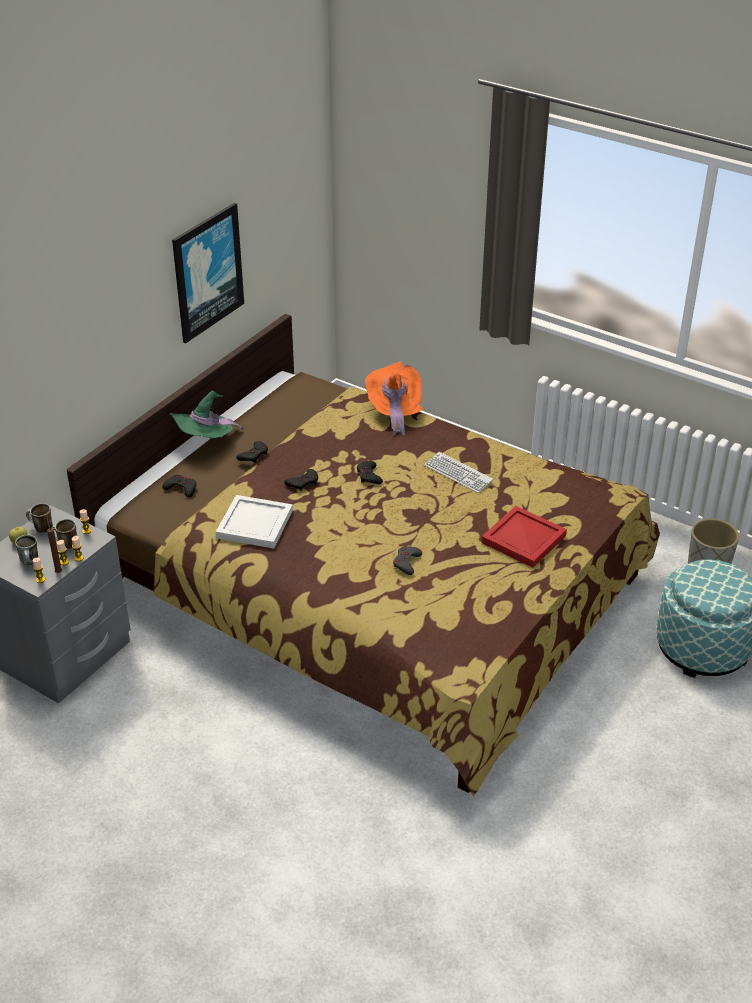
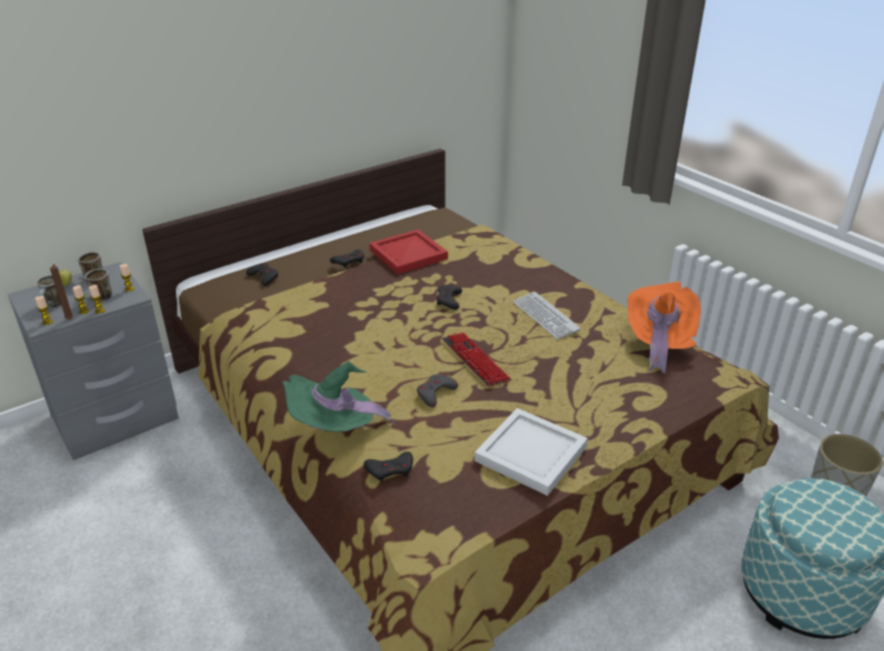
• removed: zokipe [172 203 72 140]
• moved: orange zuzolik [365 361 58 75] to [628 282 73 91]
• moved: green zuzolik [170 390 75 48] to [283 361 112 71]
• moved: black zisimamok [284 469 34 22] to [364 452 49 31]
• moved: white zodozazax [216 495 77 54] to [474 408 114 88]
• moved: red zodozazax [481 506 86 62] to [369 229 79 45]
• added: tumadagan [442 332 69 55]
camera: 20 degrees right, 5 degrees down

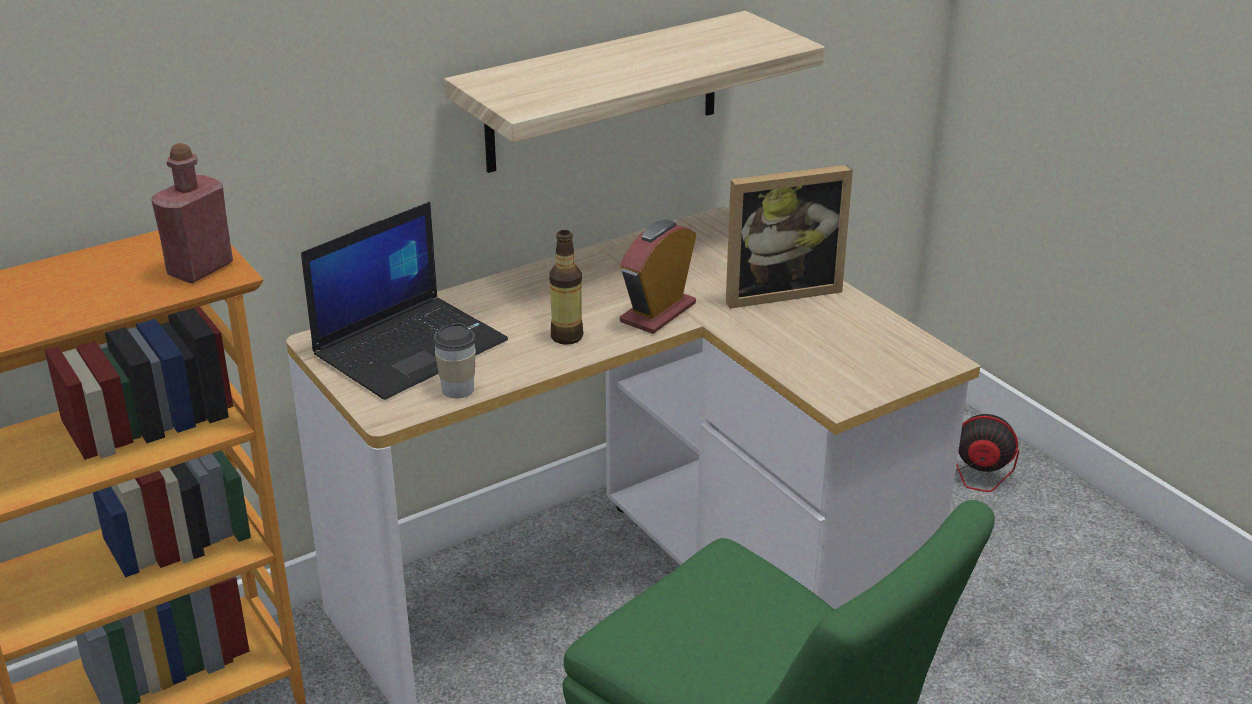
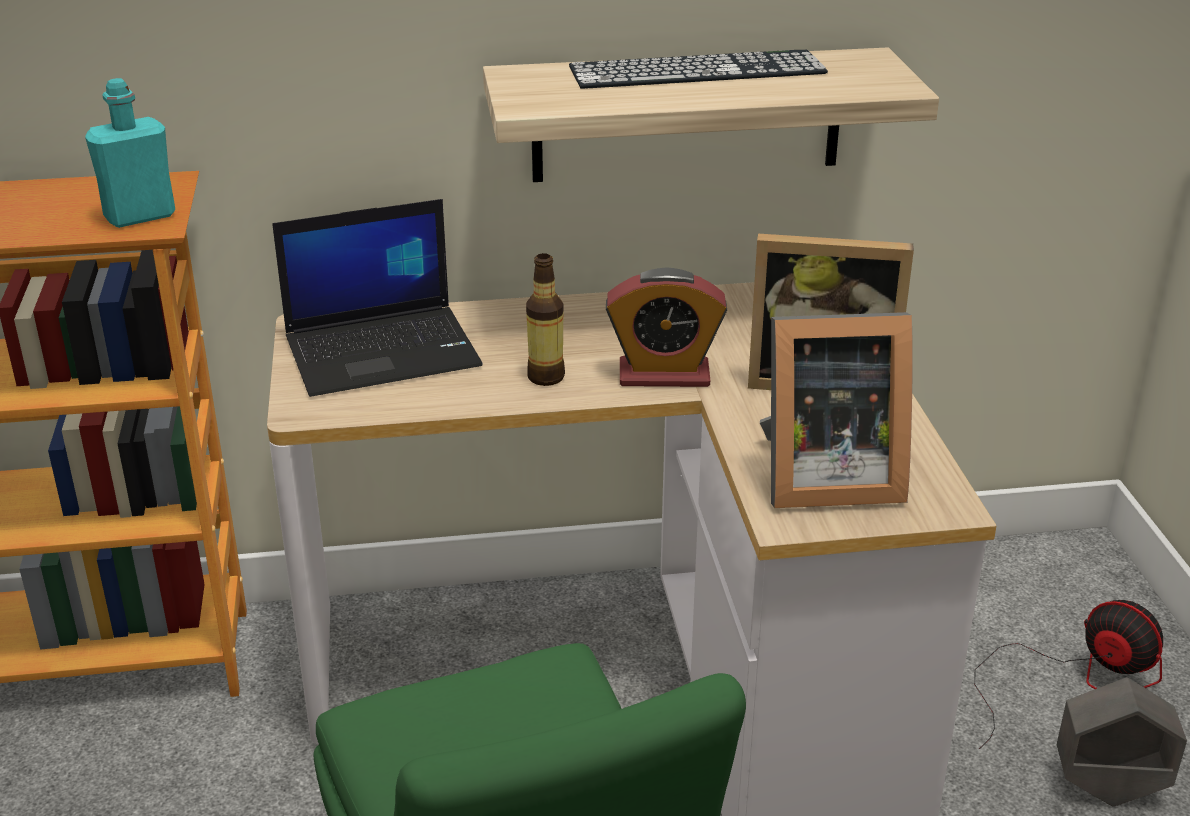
• recoloured: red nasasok [151 143 82 140] to turquoise nasasok [85 78 90 150]
• turned: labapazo [620 220 76 114] = [606 267 121 120] 150 degrees counterclockwise
• removed: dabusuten [433 323 43 75]
• added: tumadagan [569 50 259 39]
• added: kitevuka [760 312 153 196]
• added: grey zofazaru [1057 677 130 130]
camera: 25 degrees right, 0 degrees up

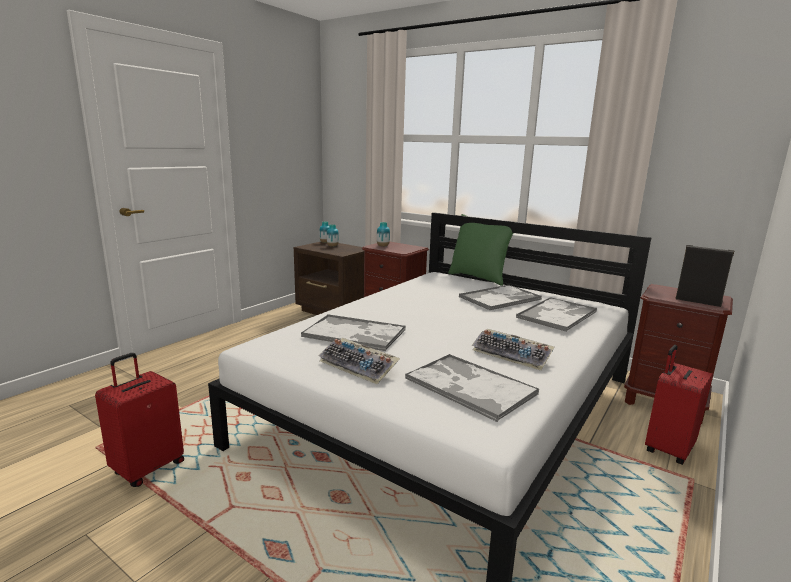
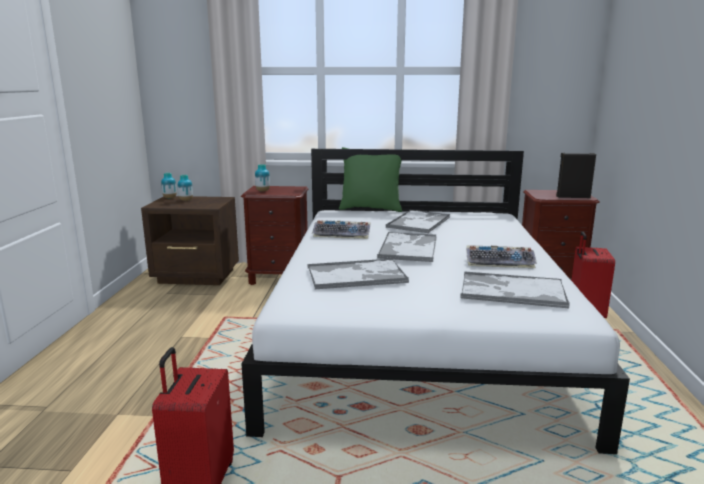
• moved: zodozazax [516 297 81 35] to [377 232 60 30]
• moved: tumadagan [318 338 82 46] to [312 220 59 19]
camera: 30 degrees left, 0 degrees up

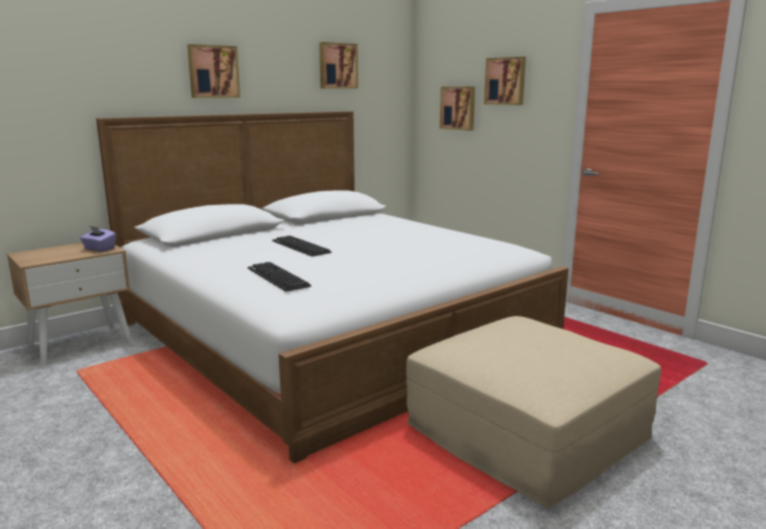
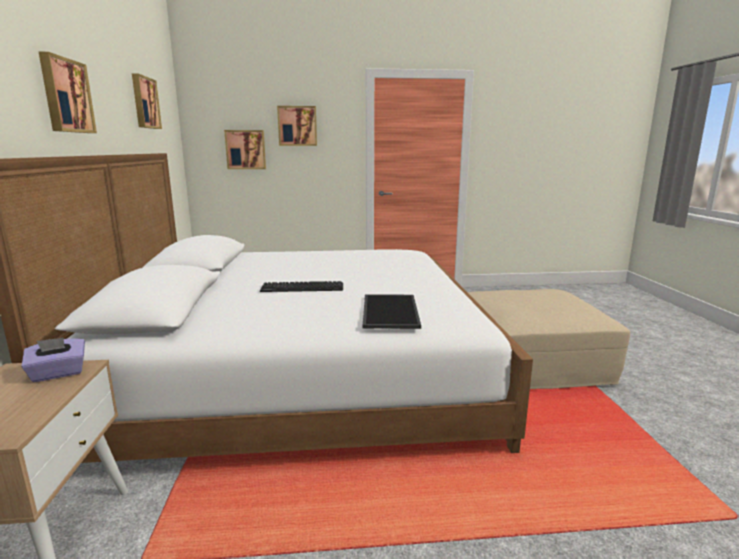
• replaced: tumadagan [248 262 63 30] to zodozazax [363 295 58 34]
camera: 55 degrees left, 0 degrees up

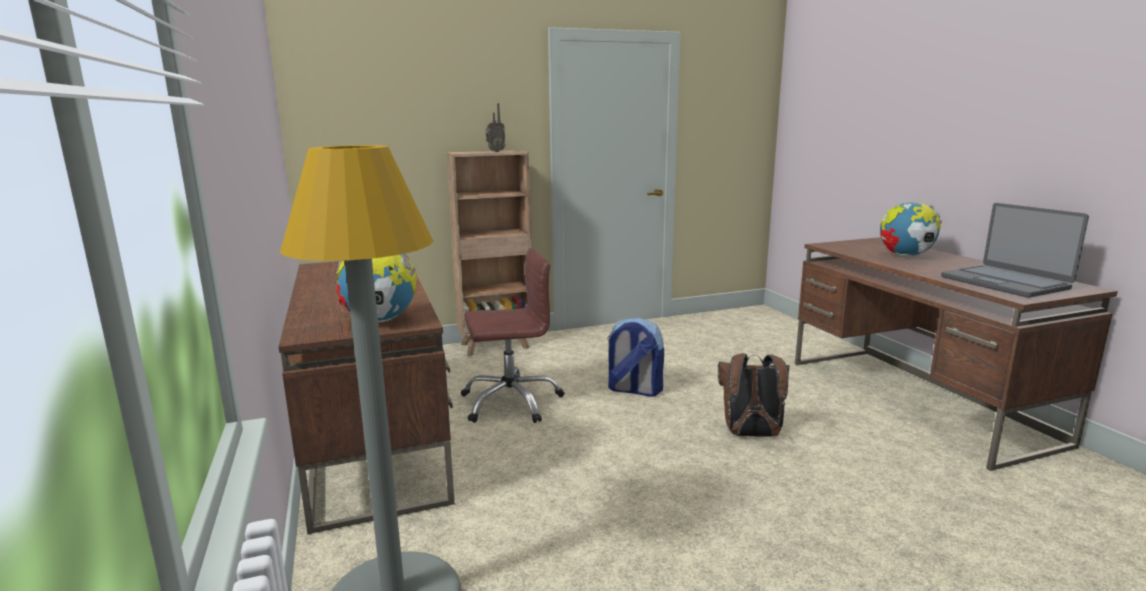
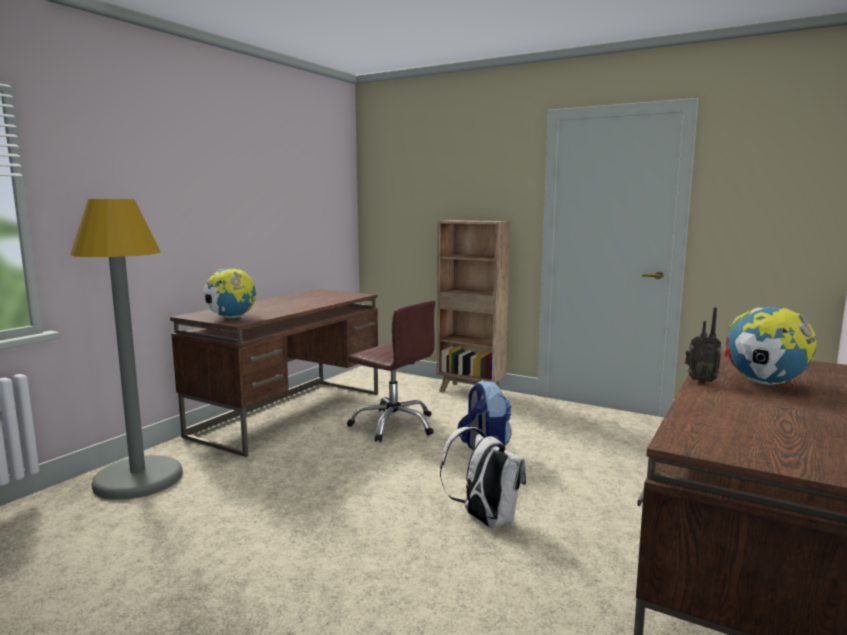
• moved: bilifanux [486 103 20 49] to [685 307 37 77]
• removed: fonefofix [941 203 148 95]
• recoloured: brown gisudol [718 353 72 84] to white gisudol [440 427 86 101]
camera: 50 degrees right, 5 degrees down

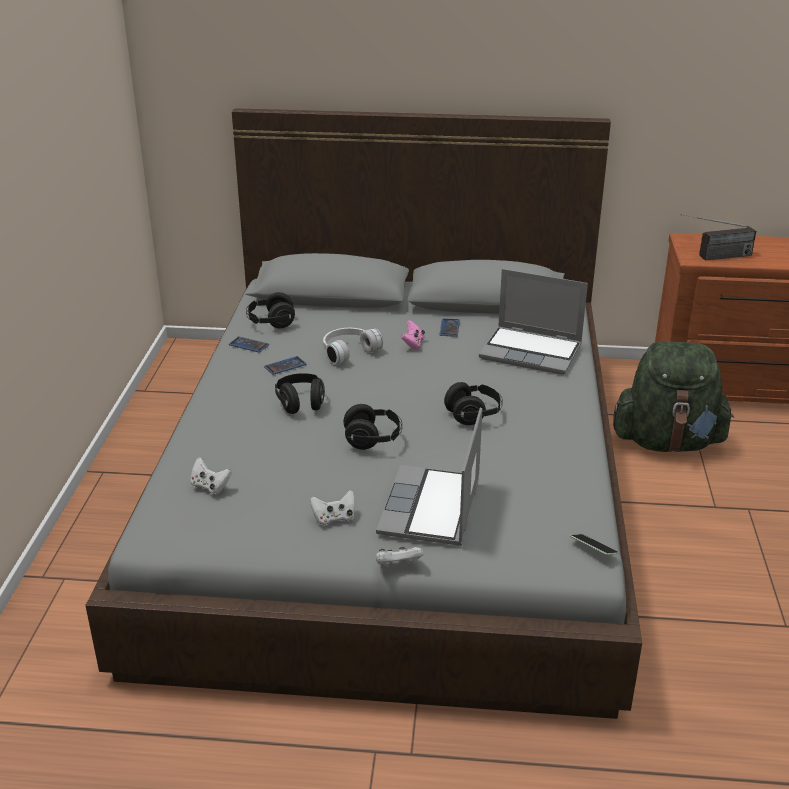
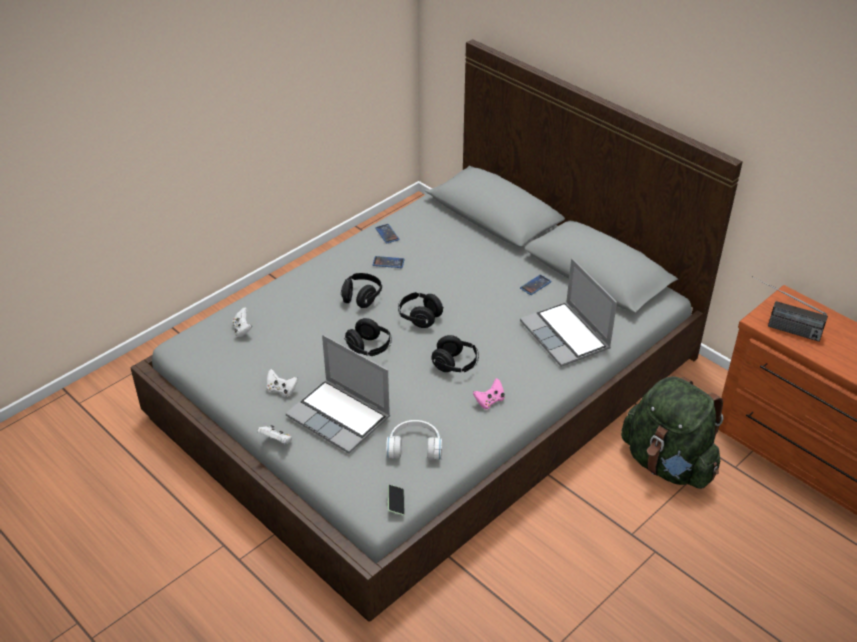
• moved: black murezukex [246 292 49 36] to [398 292 46 36]
• moved: pink zisimamok [401 320 24 30] to [473 378 32 31]
• moved: white murezukex [323 328 60 37] to [386 420 56 40]
• turned: fonefofix [376 408 106 138] = [286 334 104 119] 105 degrees counterclockwise
camera: 40 degrees right, 10 degrees up

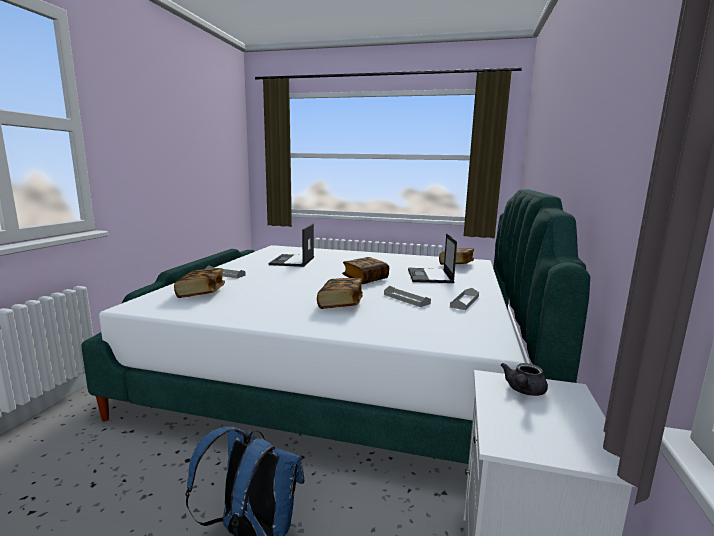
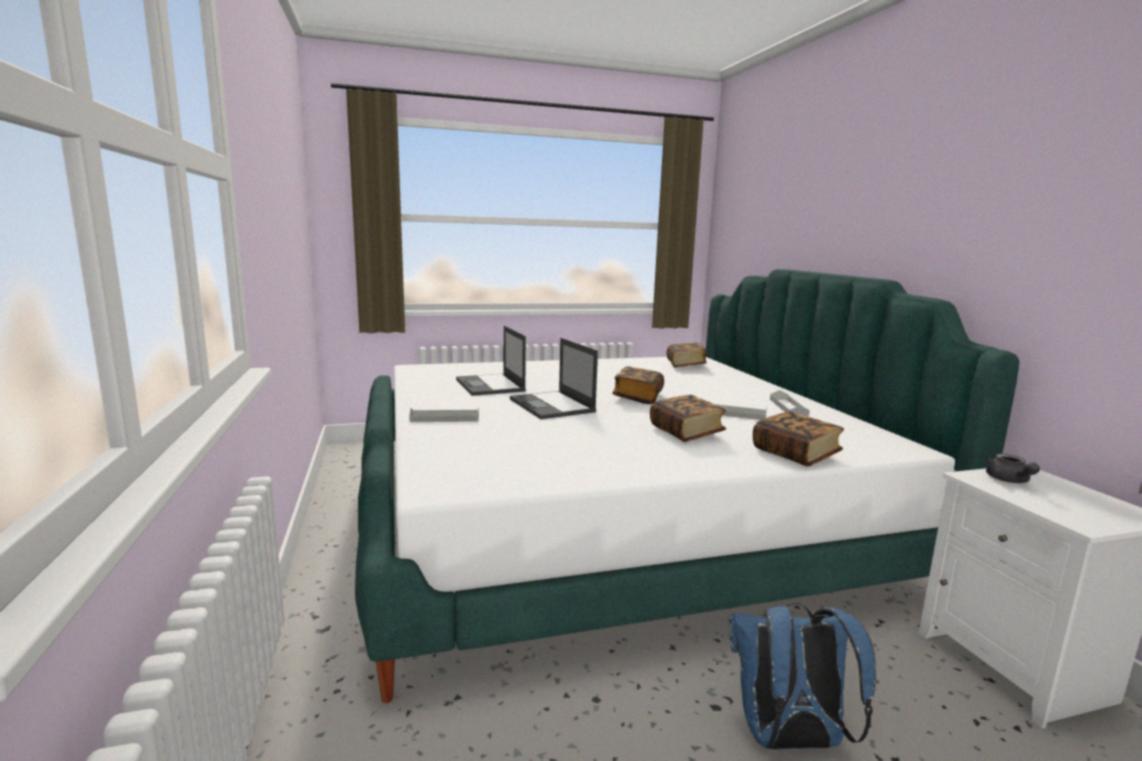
• moved: fonefofix [408 233 49 50] to [510 338 88 81]
• moved: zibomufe [174 268 51 30] to [753 411 91 55]
camera: 30 degrees left, 0 degrees up

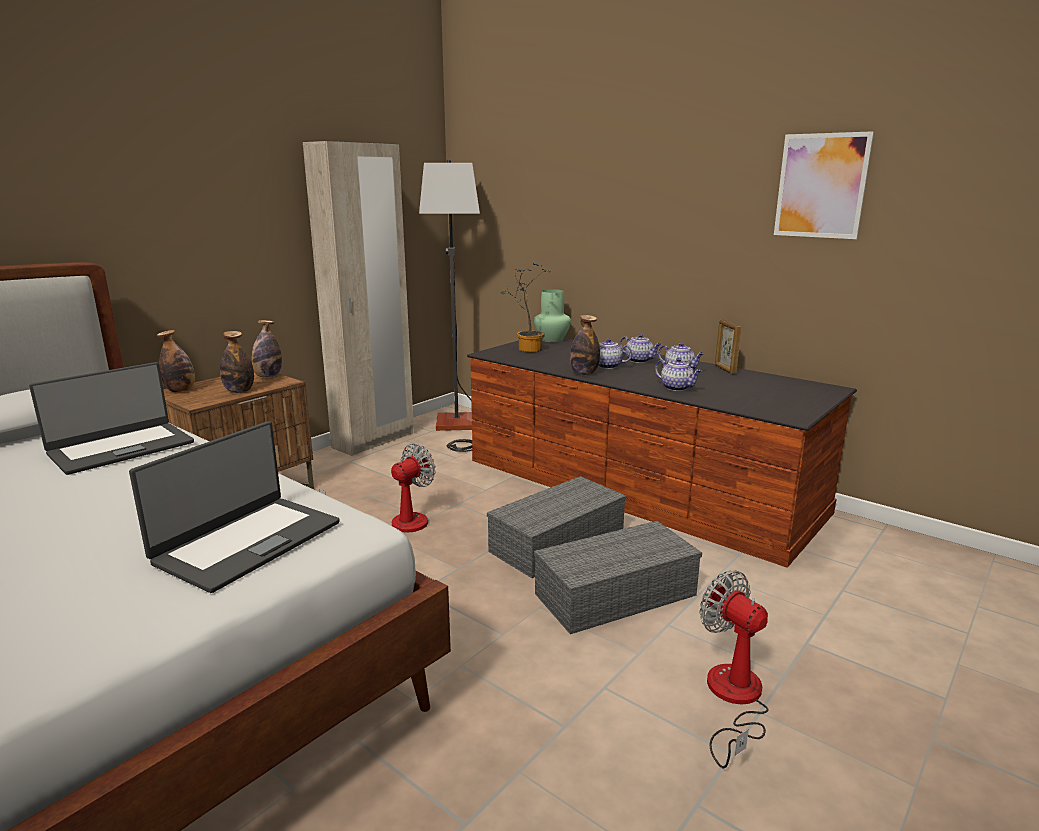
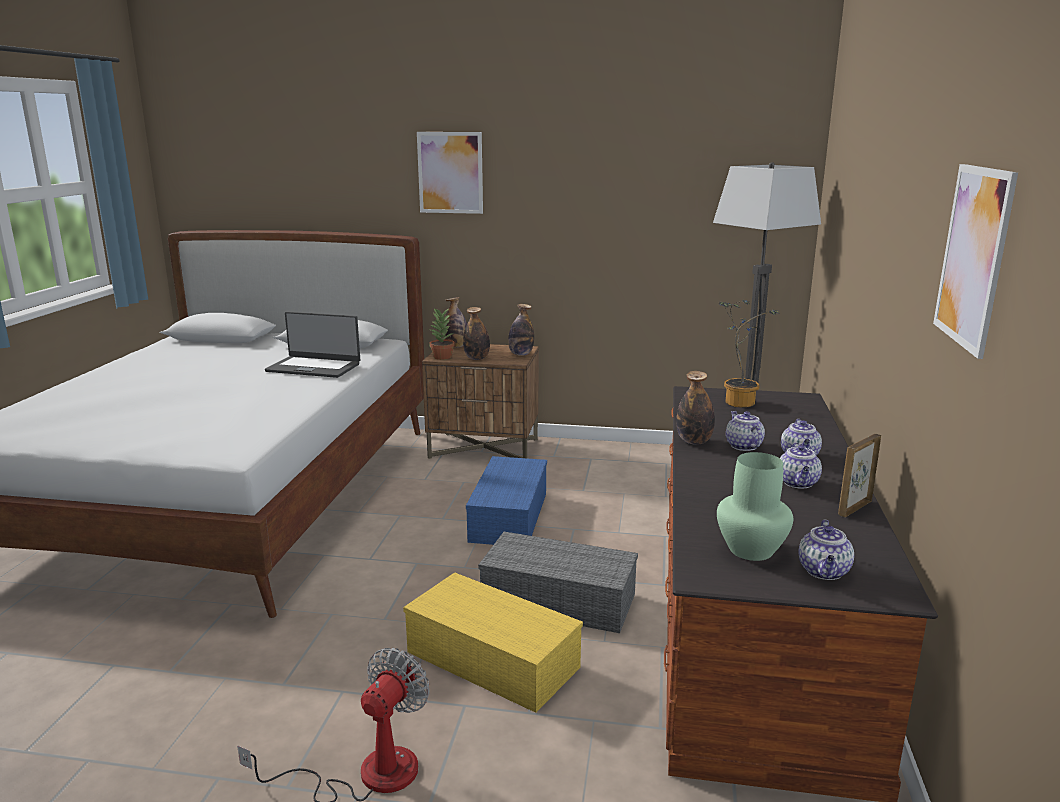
• removed: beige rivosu [303 141 111 315]
• moved: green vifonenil [534 289 37 53] to [717 452 76 109]
• moved: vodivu [655 358 47 33] to [798 520 56 60]
• removed: fonefofix [129 421 210 172]
• replaced: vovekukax [319 443 117 90] to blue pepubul [466 456 81 89]
• recoloured: grey pepubul [534 521 168 113] to yellow pepubul [403 572 180 141]
• added: zokipe [417 132 66 82]
• added: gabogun [430 308 25 52]
camera: 60 degrees right, 0 degrees up

